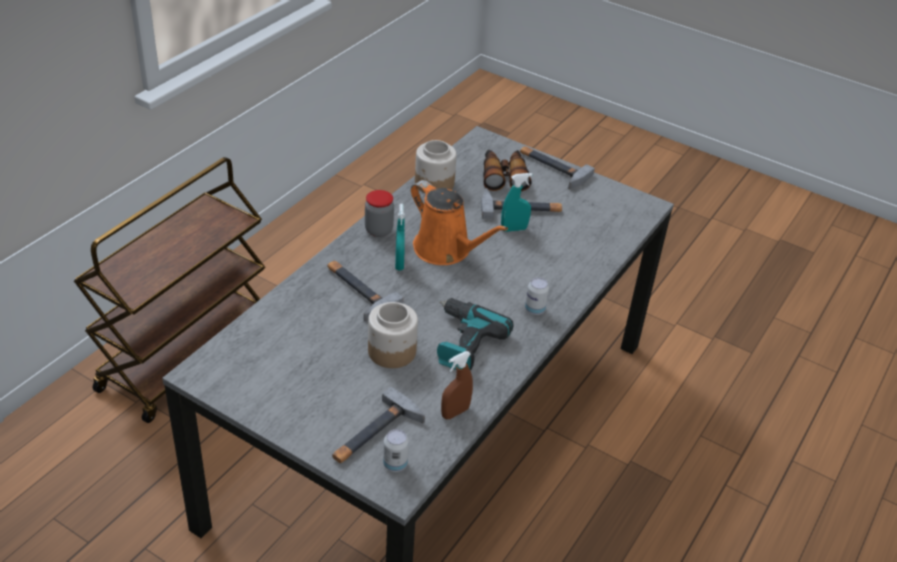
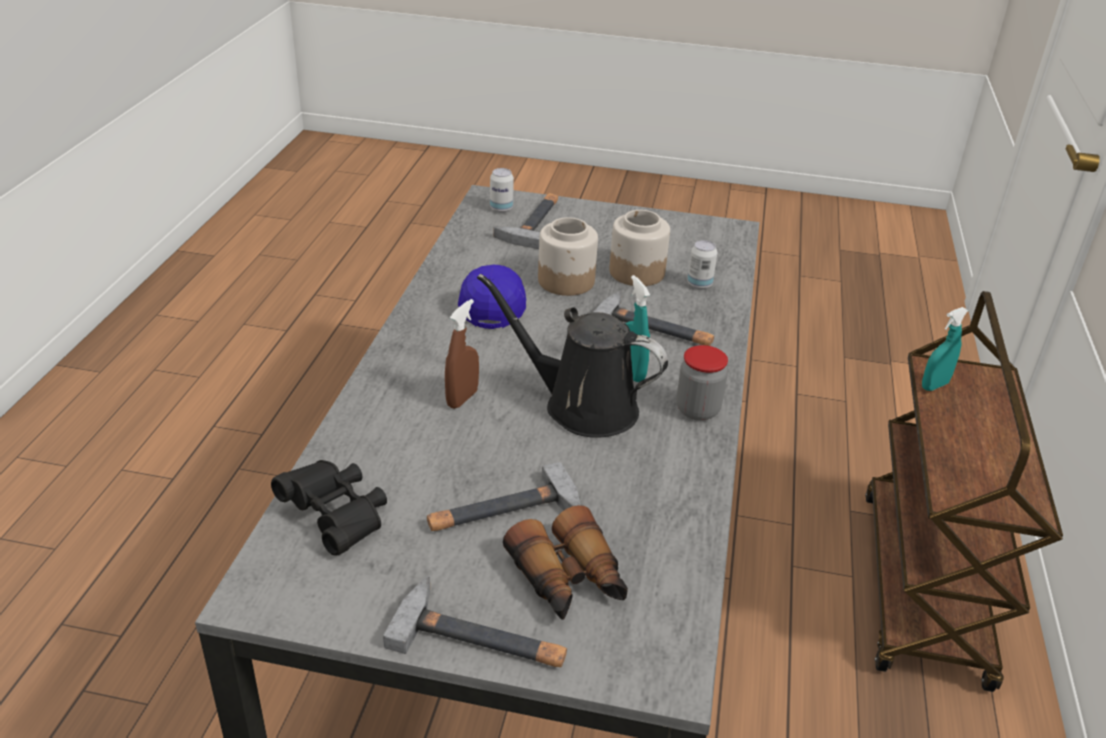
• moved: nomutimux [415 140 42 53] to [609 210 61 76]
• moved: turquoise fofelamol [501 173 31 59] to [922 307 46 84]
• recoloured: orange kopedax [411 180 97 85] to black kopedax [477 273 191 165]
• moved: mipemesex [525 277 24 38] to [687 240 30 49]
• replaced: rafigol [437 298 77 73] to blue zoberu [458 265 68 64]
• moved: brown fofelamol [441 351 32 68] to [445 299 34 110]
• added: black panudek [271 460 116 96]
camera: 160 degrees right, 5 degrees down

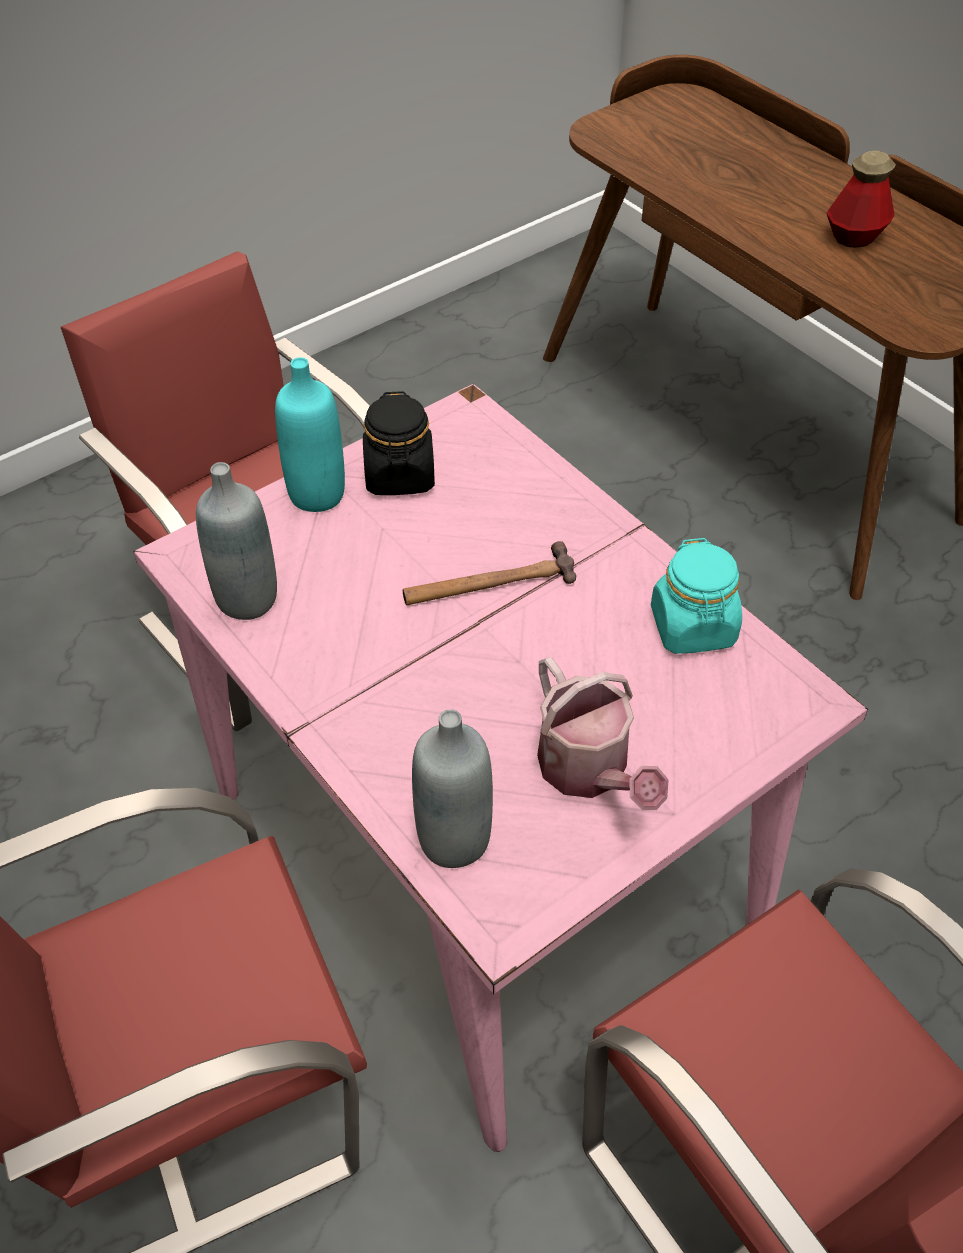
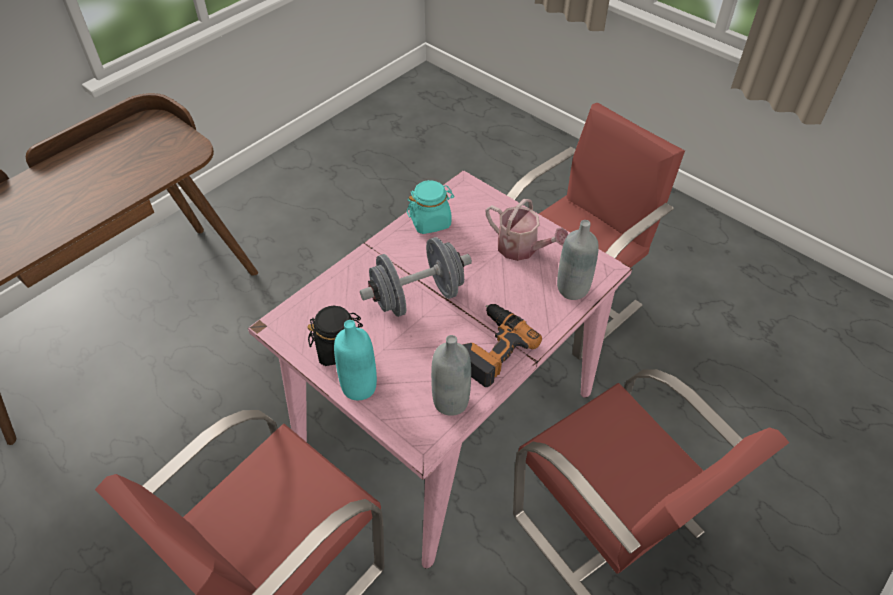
• removed: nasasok [826 151 70 97]
• replaced: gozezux [403 541 173 64] to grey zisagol [360 237 112 80]
• turned: kopedax [537 657 132 153] = [486 199 82 62] 75 degrees clockwise
• added: rafigol [462 304 80 83]
camera: 100 degrees left, 0 degrees up

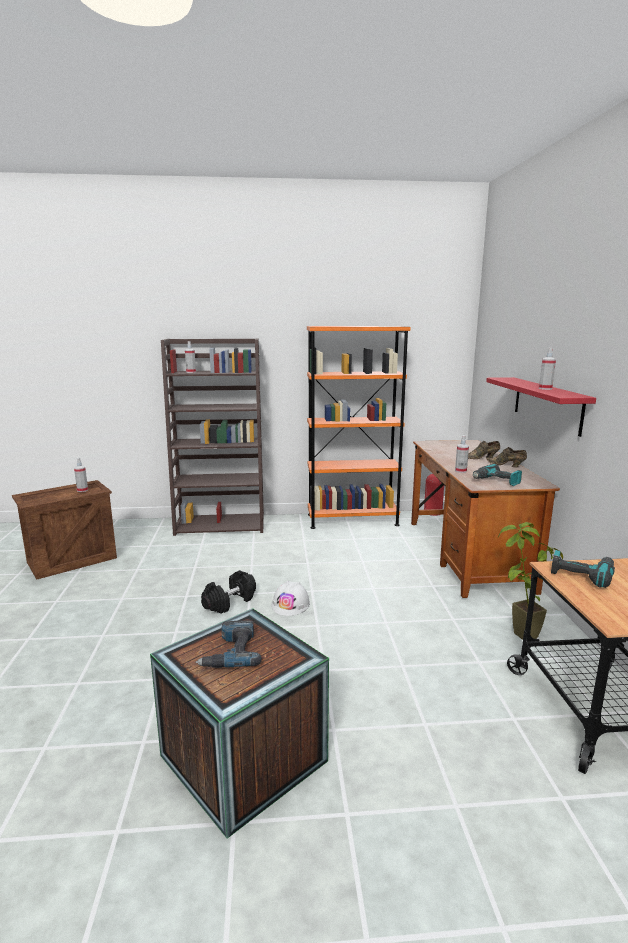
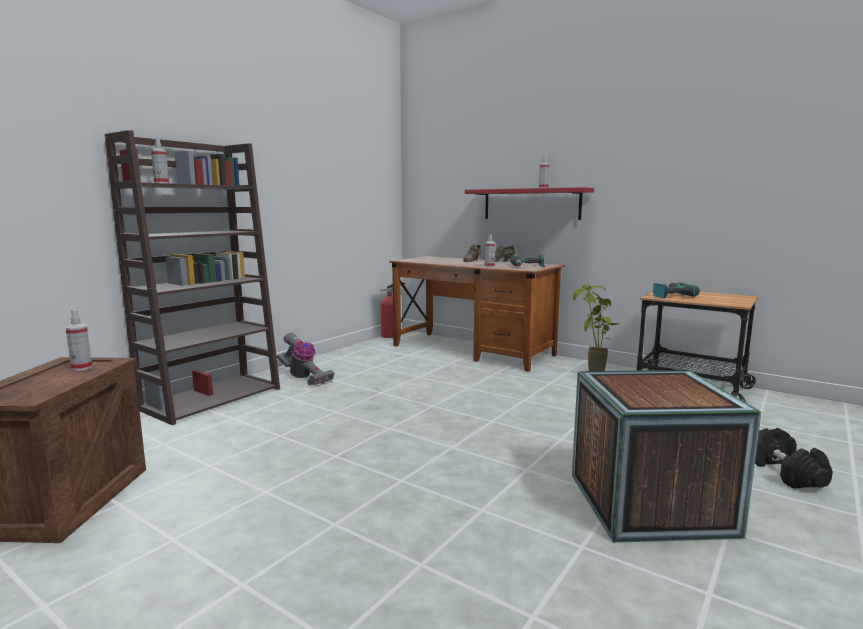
• removed: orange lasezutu [307 326 103 203]
• moved: black zisagol [201 570 55 44] to [755 428 78 61]
• removed: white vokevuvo [271 581 39 35]
• removed: rafigol [195 620 67 48]
• added: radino [277 332 57 53]
camera: 50 degrees left, 5 degrees down

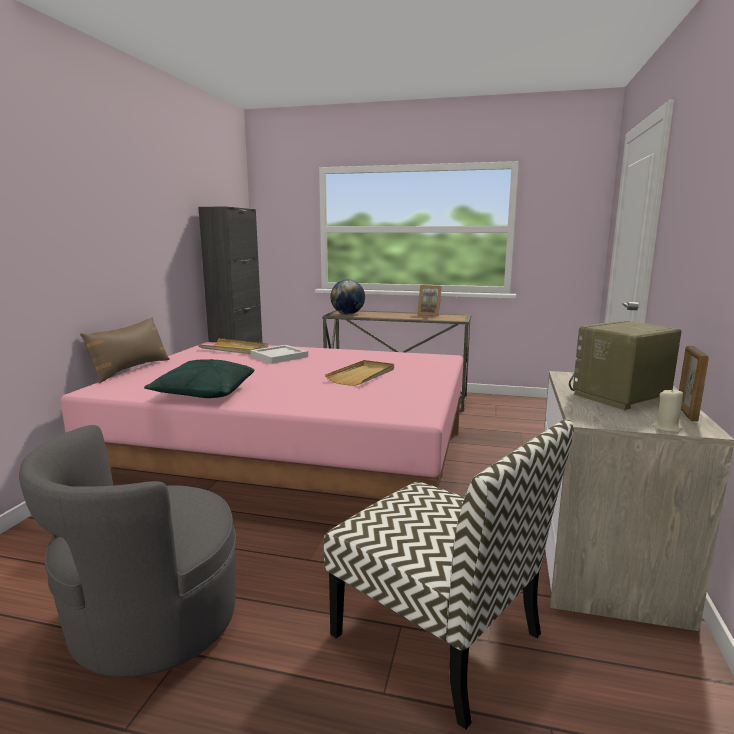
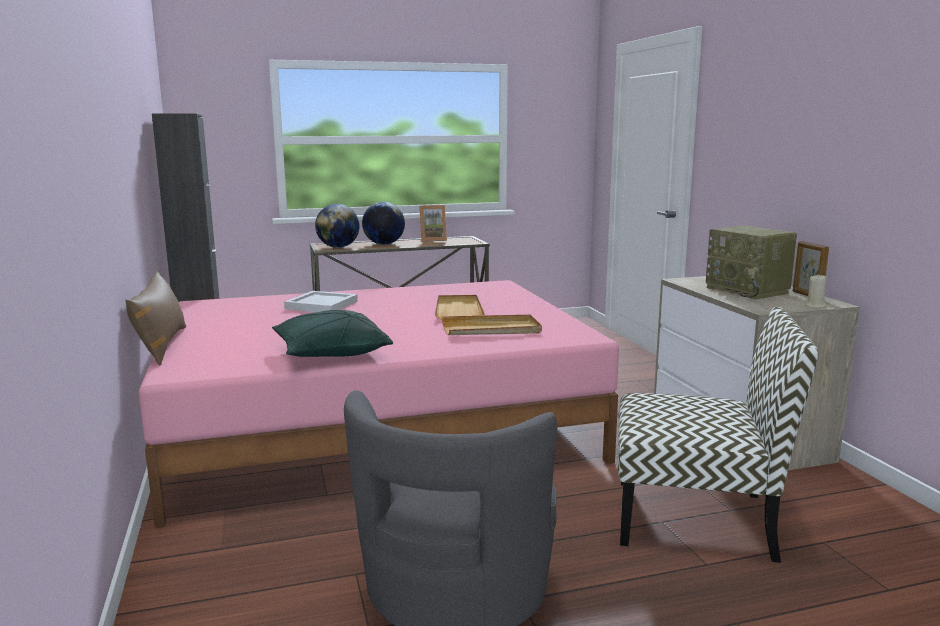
• turned: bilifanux [569 321 113 89] = [706 226 91 74] 60 degrees counterclockwise
• moved: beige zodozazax [198 338 70 16] to [442 314 100 21]
• added: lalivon [362 202 43 43]
camera: 30 degrees left, 0 degrees up

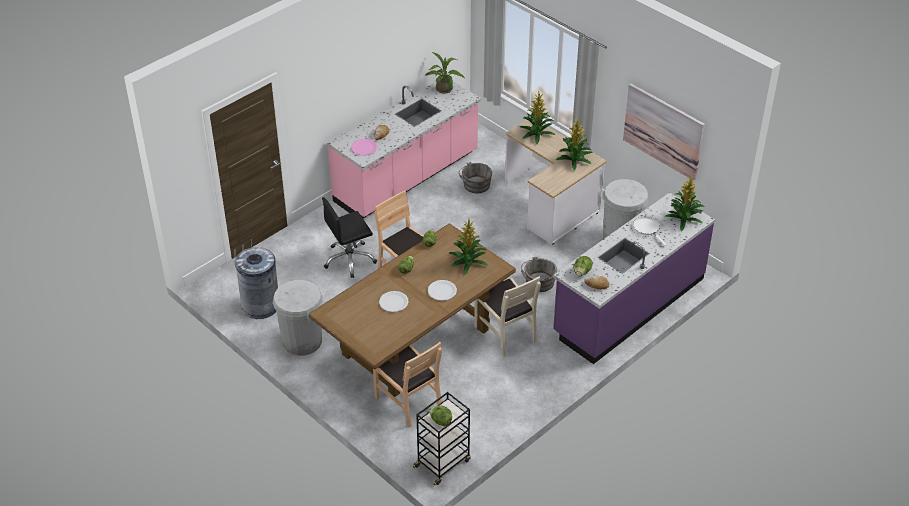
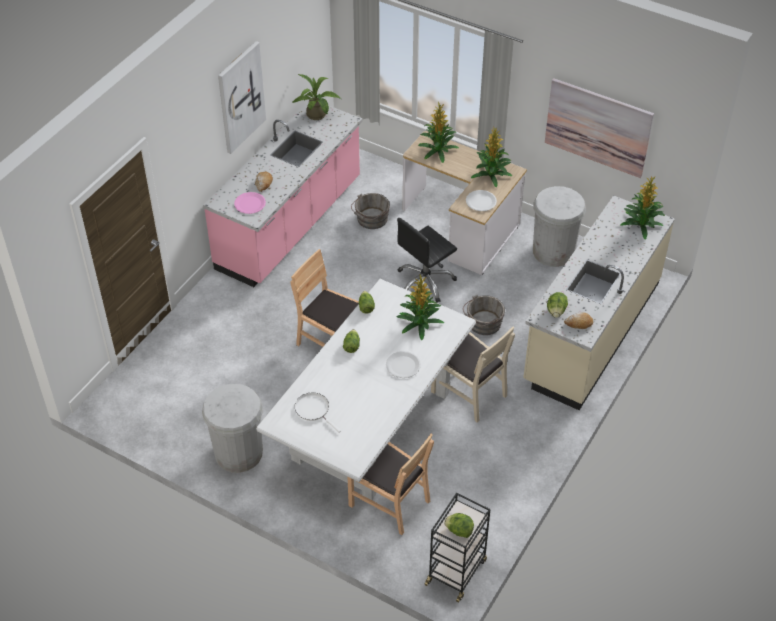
• recoloured: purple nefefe [553 192 162 172] to beige nefefe [523 195 152 215]
• moved: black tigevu [322 197 55 81] to [397 218 60 85]
• moved: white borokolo [633 216 33 30] to [295 392 46 41]
• recoloured: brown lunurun [309 223 207 174] to white lunurun [256 279 220 221]
• removed: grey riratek [235 247 43 72]
• moved: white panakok [379 291 30 21] to [466 190 31 21]
• added: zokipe [218 41 48 113]
camera: 15 degrees left, 5 degrees up

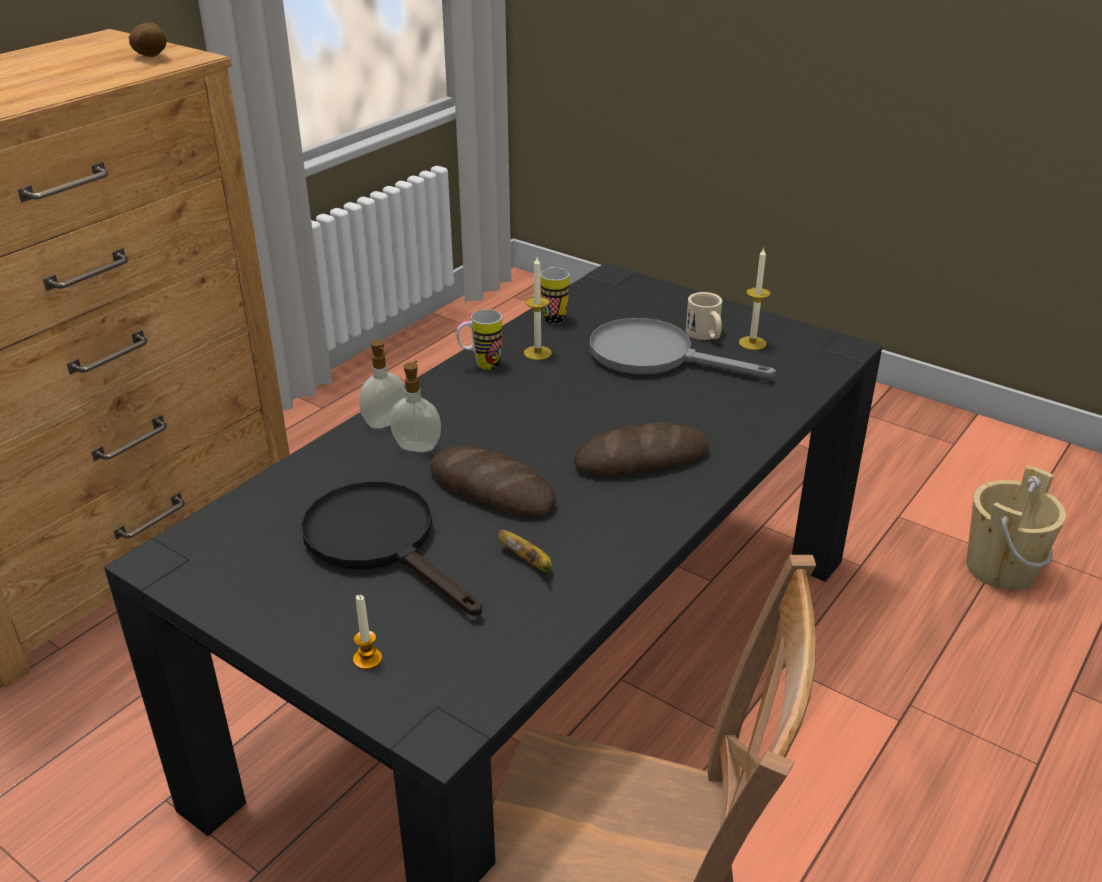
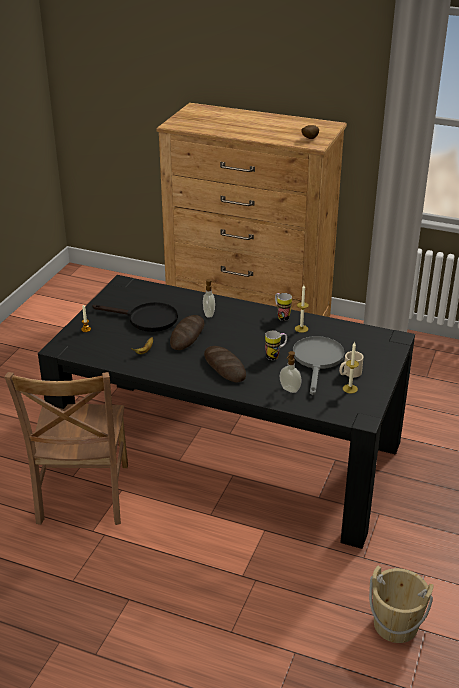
• moved: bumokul [540 267 29 57] to [265 331 22 29]
• moved: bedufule [359 340 46 89] to [280 351 21 42]
• turned: black borokolo [301 481 181 134] = [92 302 86 30] 75 degrees clockwise
camera: 75 degrees right, 0 degrees up

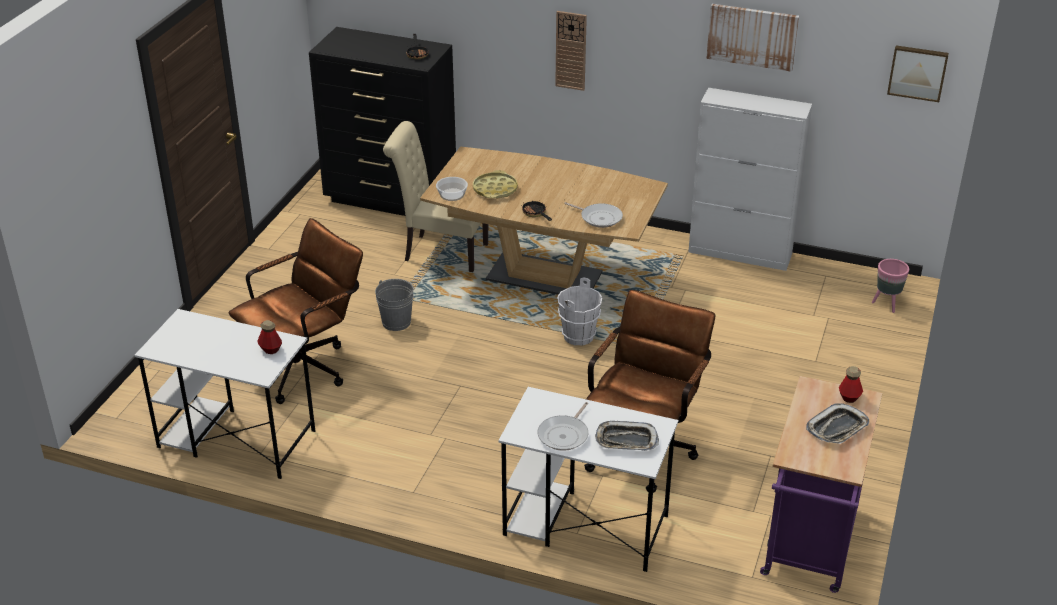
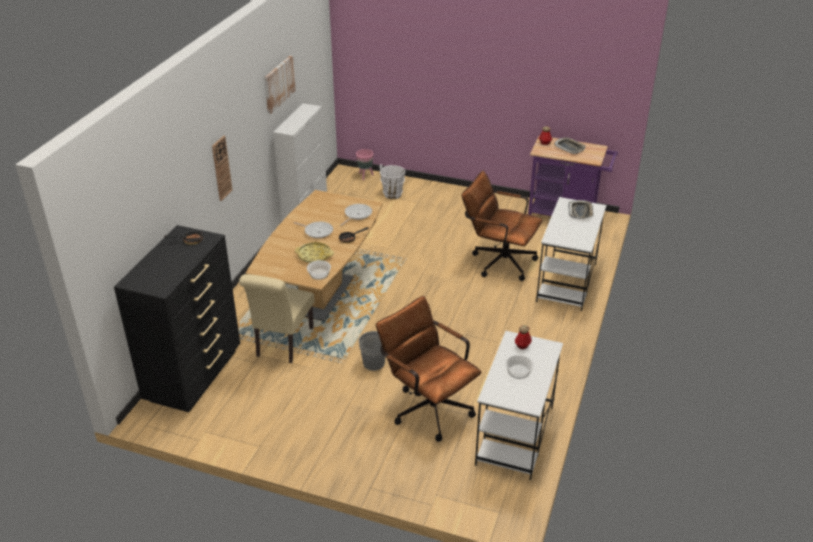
• removed: zokipe [887 46 62 56]
• moved: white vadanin [557 277 45 69] to [380 164 25 35]
• moved: borokolo [538 402 50 49] to [293 222 40 17]
• added: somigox [505 355 29 24]
camera: 90 degrees left, 0 degrees up

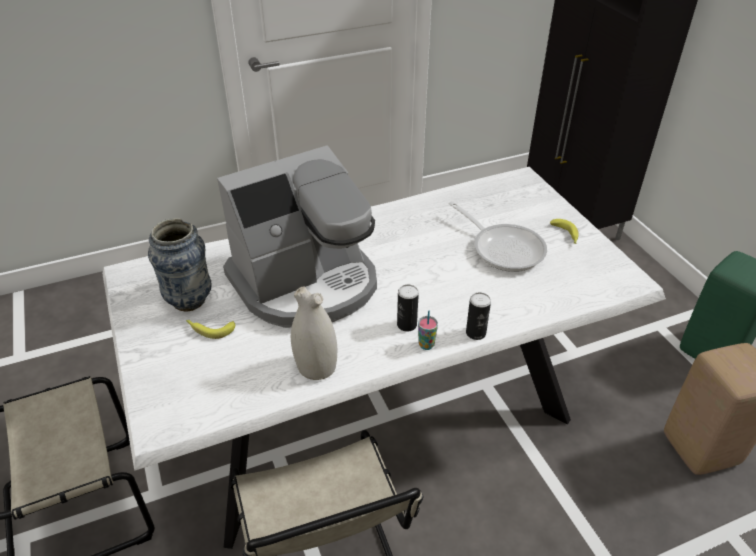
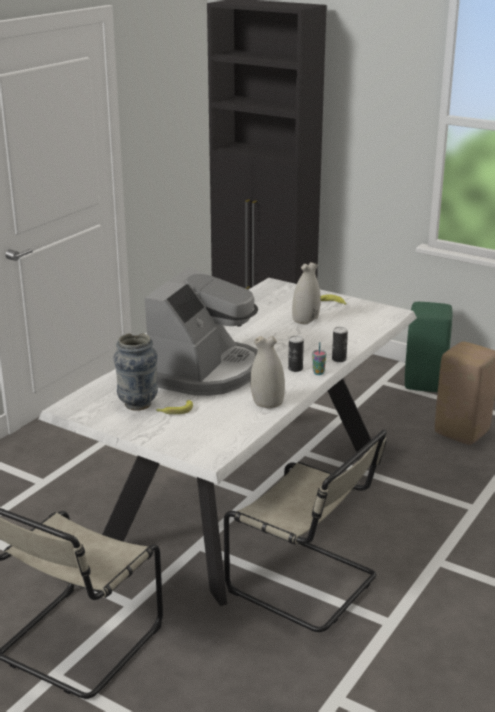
• replaced: borokolo [449 201 98 71] to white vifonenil [292 262 29 62]
camera: 35 degrees left, 15 degrees down

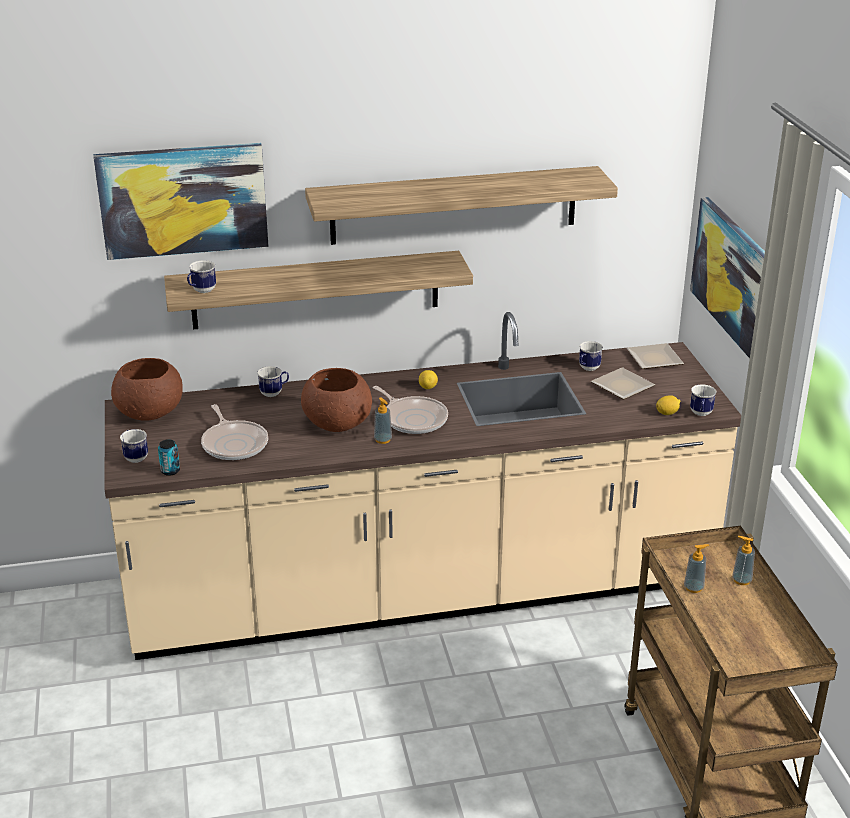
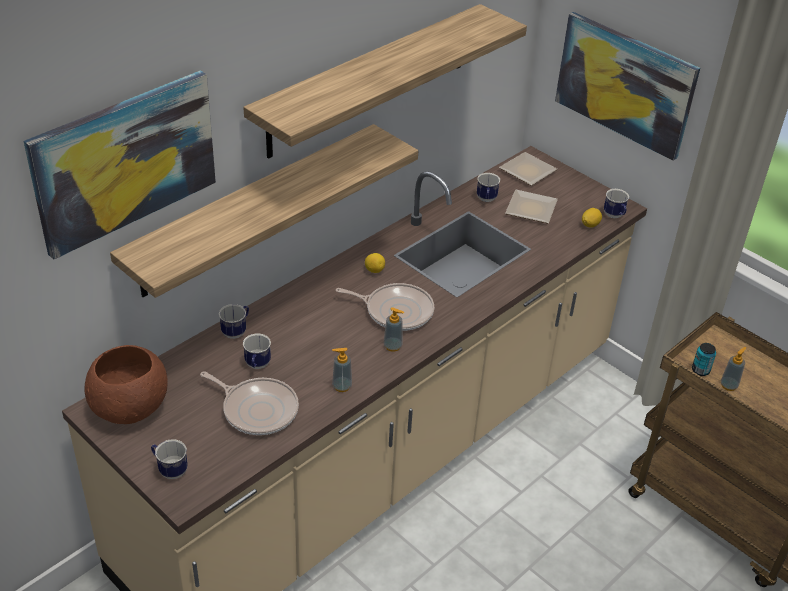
• moved: bumokul [187 260 29 33] to [243 333 28 36]
• removed: brown somigox [301 368 71 64]
• moved: mipemesex [158 439 22 37] to [692 343 24 33]
• moved: bedufule [732 536 23 49] to [332 348 20 44]
camera: 35 degrees left, 10 degrees up

